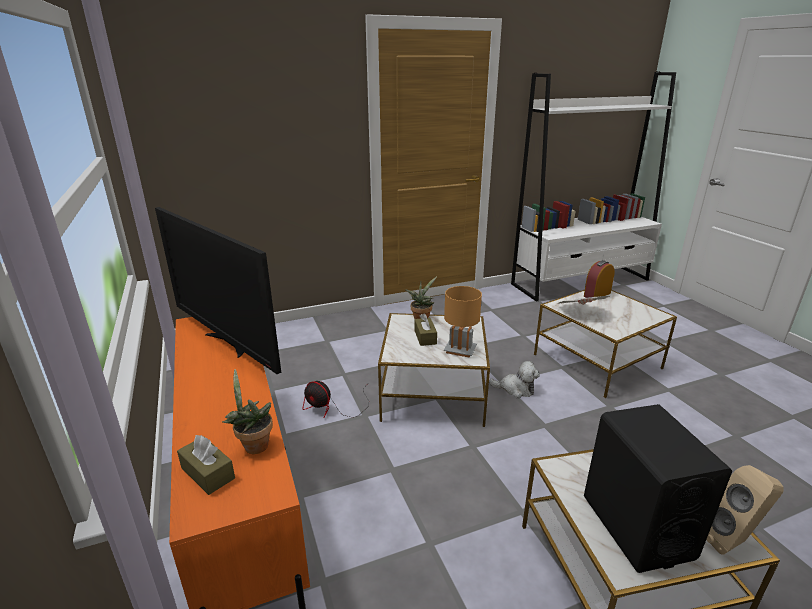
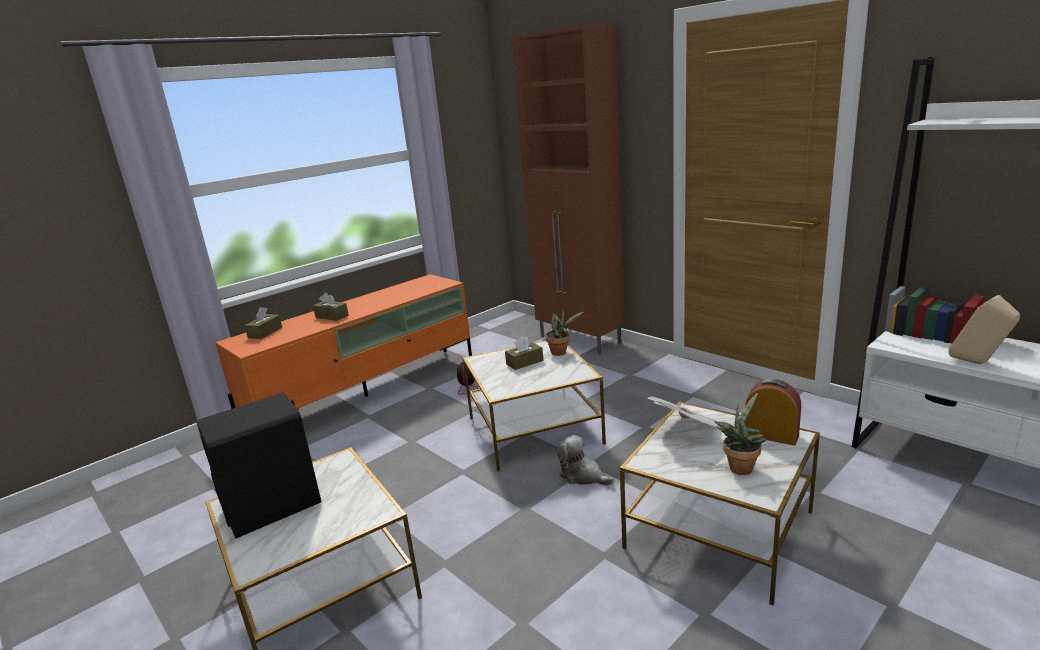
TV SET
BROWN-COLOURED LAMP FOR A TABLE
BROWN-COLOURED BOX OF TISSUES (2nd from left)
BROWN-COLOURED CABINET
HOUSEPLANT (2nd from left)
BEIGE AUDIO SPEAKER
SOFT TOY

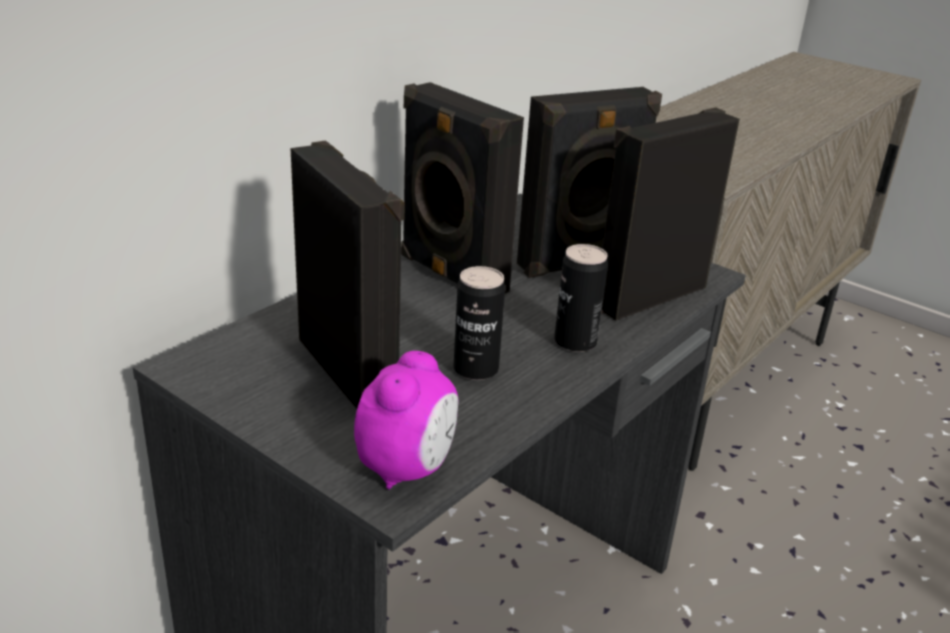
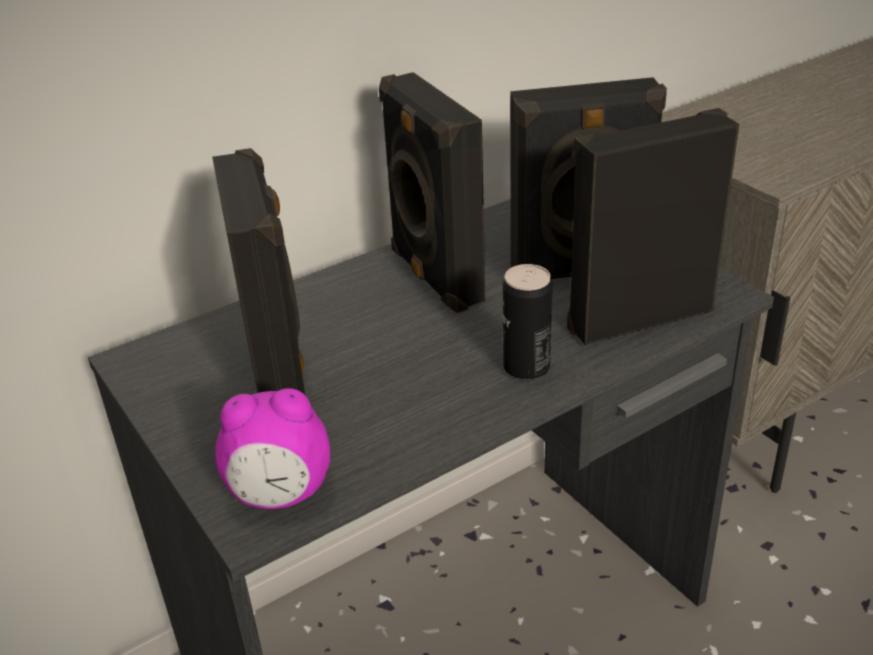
METAL CAN (1st from left in the first image)
BEDSIDE CLOCK

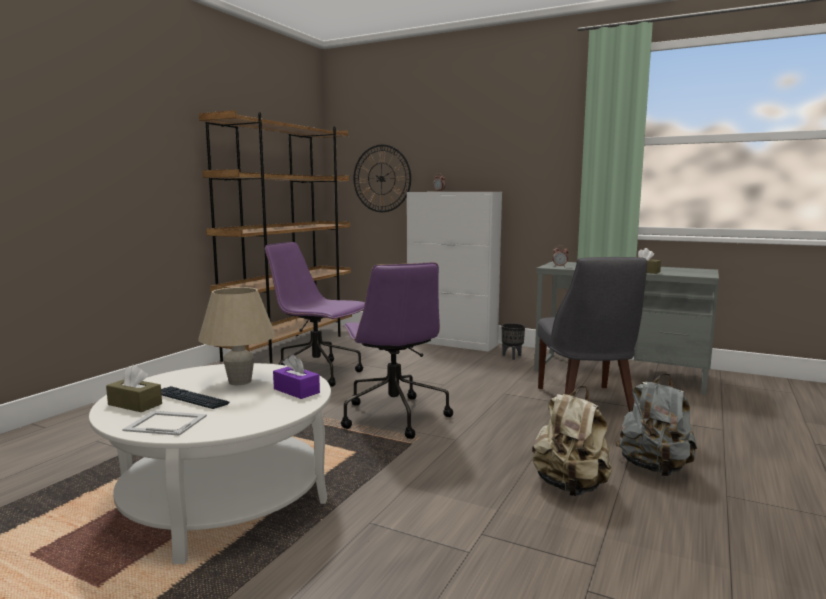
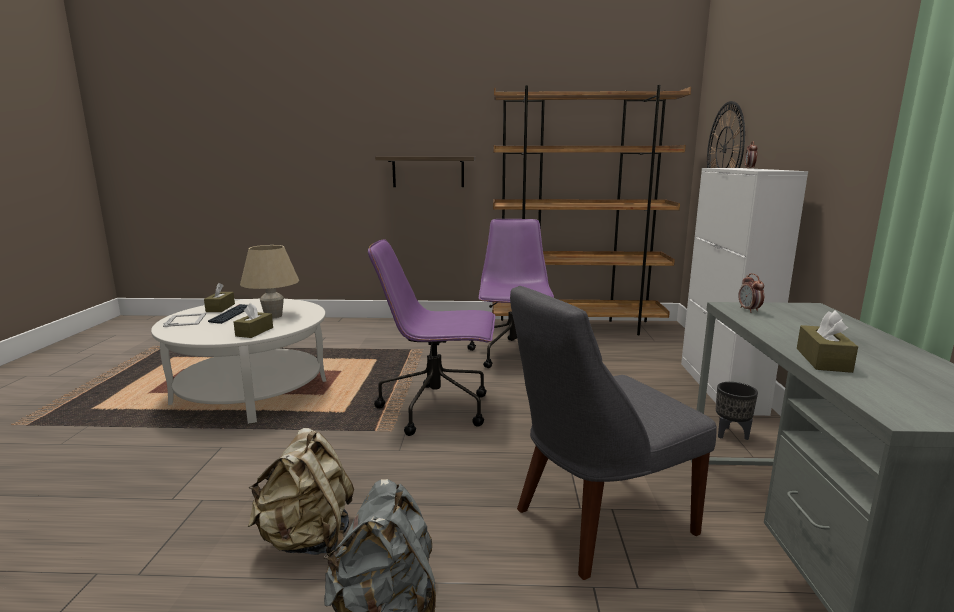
BRACKET SHELF
BROWN-COLOURED BOX OF TISSUES (2nd from left)
PURPLISH COMPUTER CHAIR (1st from left)

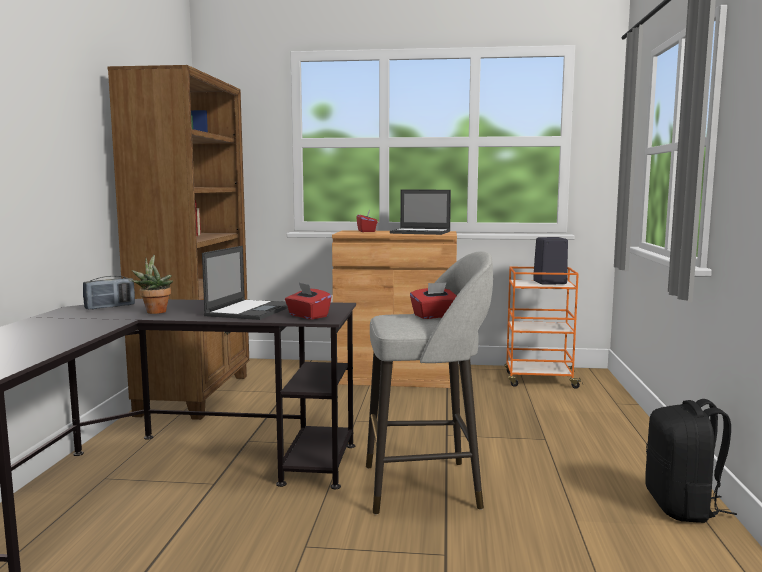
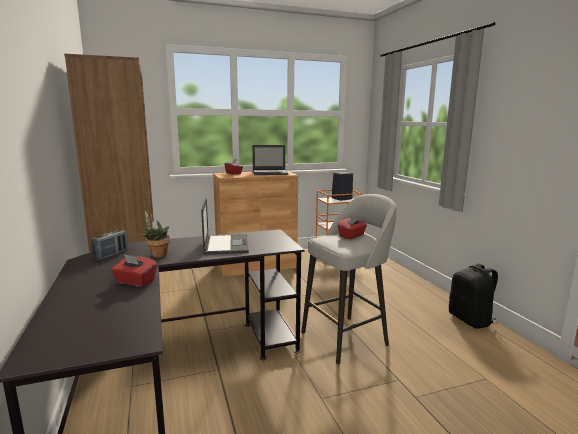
RED-COLOURED BOX OF TISSUES (1st from left)

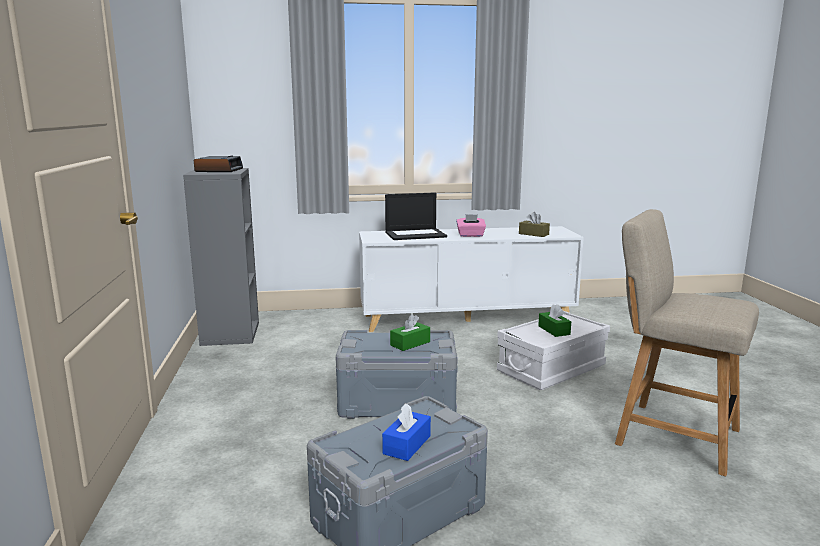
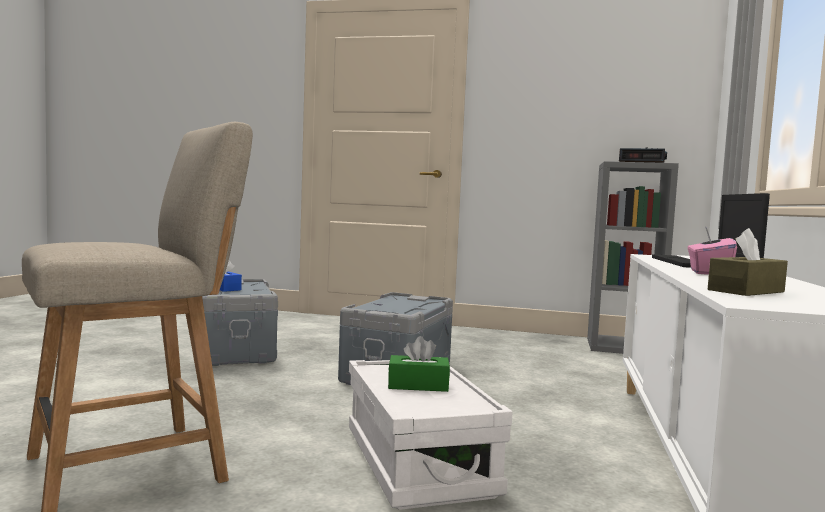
GREENISH BOX OF TISSUES (1st from left in the first image)

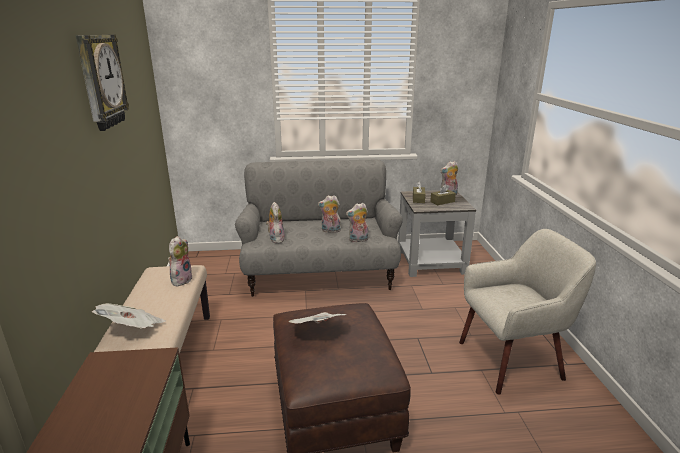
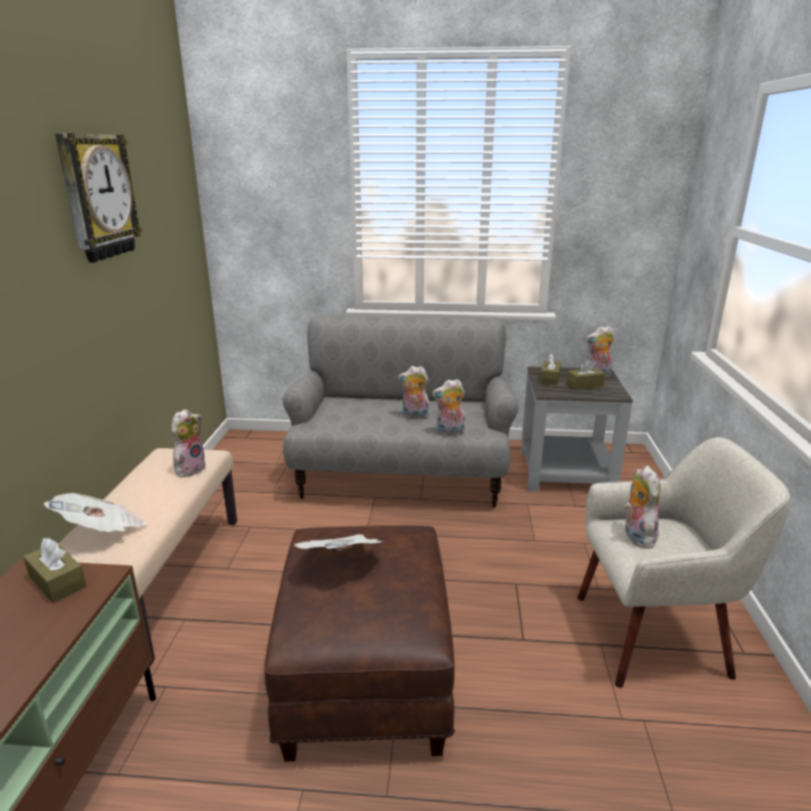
BROWN-COLOURED BOX OF TISSUES (1st from left)
SOFT TOY (5th from left)

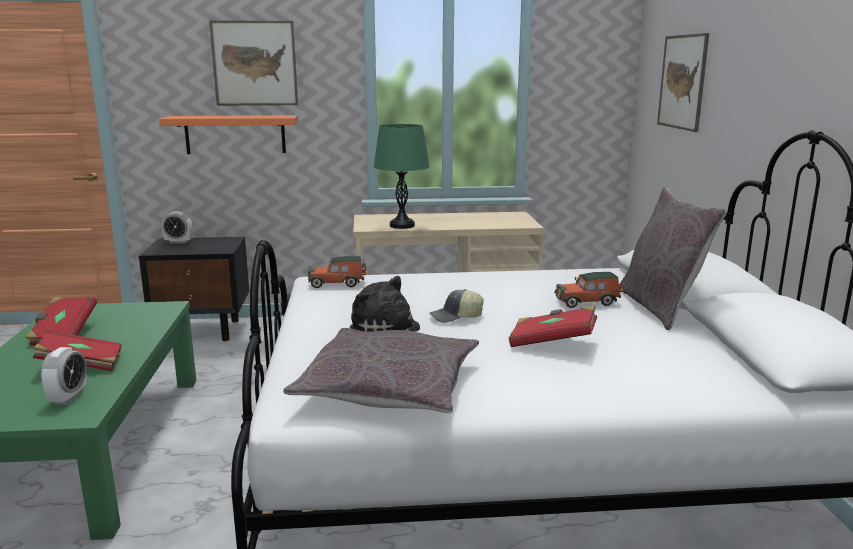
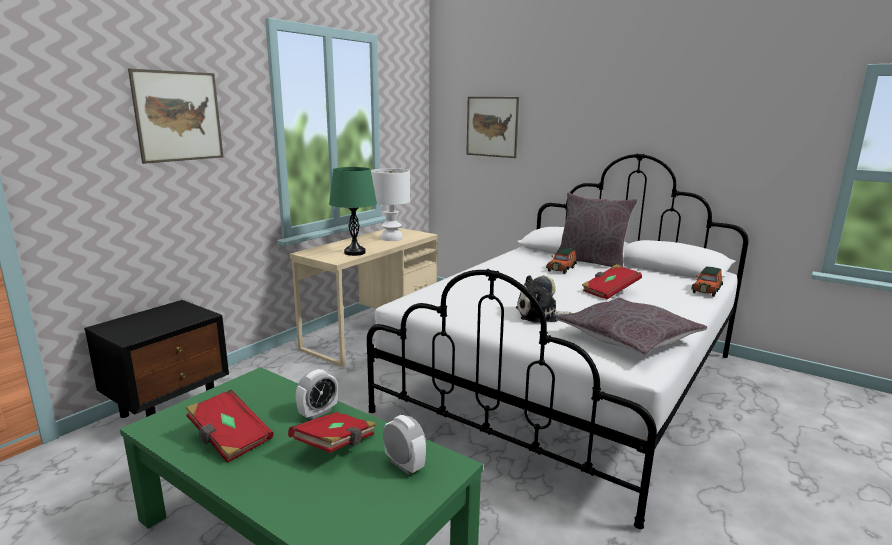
ORANGE-COLOURED BRACKET SHELF
WHITE LAMP FOR A TABLE
BEDSIDE CLOCK (1st from left)
TOY CAR (2nd from left)

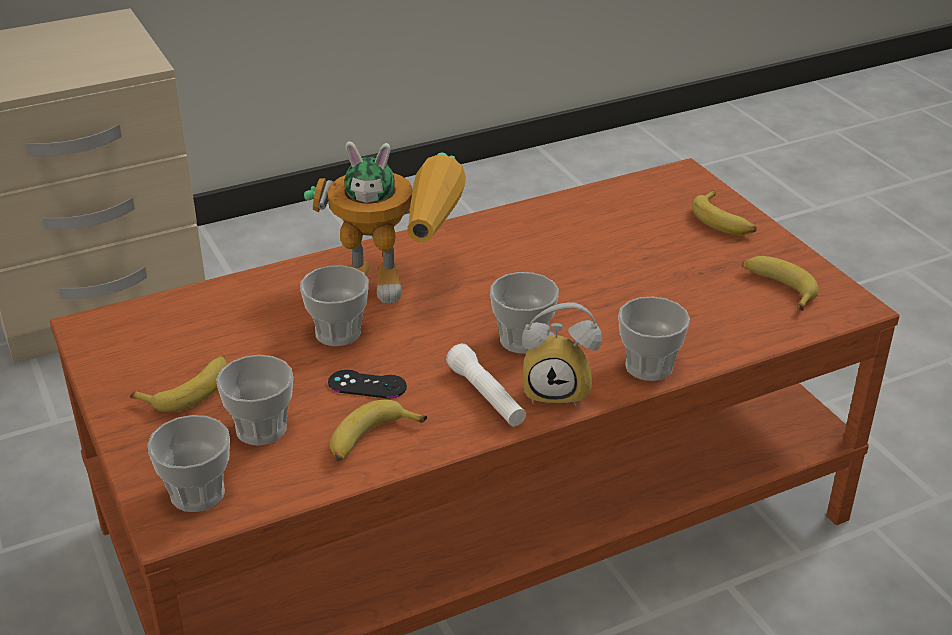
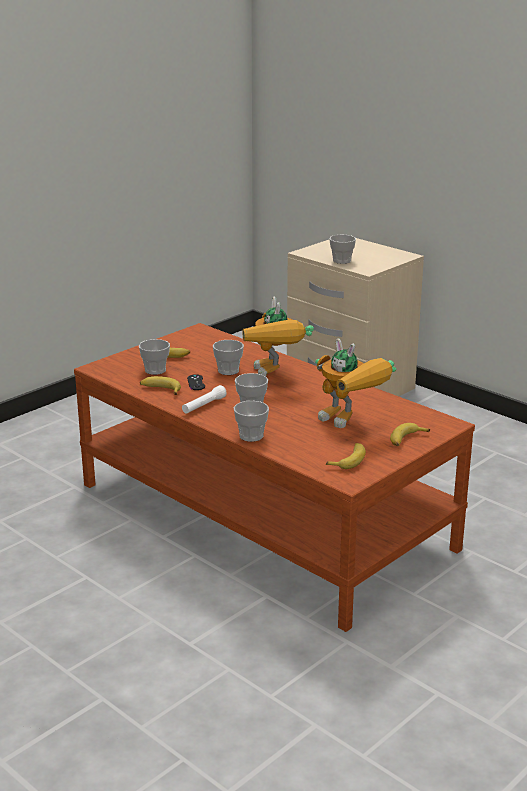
BEDSIDE CLOCK
TOY ROBOT (2nd from left)
CUP (5th from left)

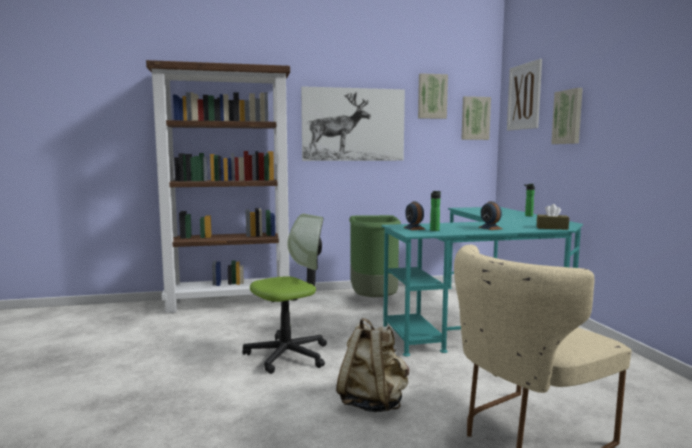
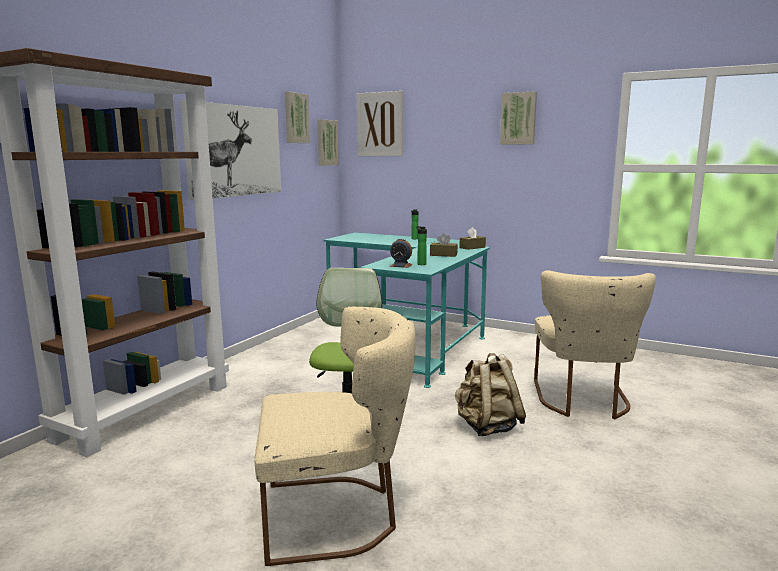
GREENISH RUBBISH BIN
BEIGE UPRIGHT CHAIR (1st from left)
WALL PICTURE (5th from left)
BROWN-COLOURED BOX OF TISSUES (1st from left)

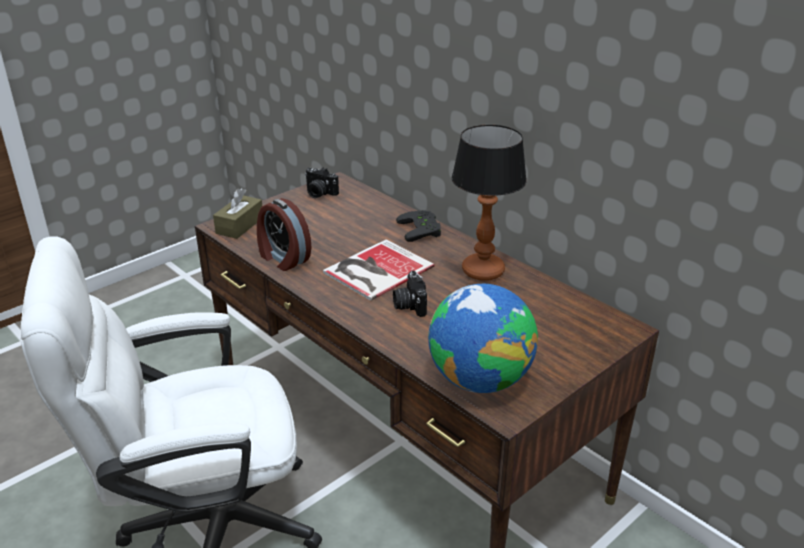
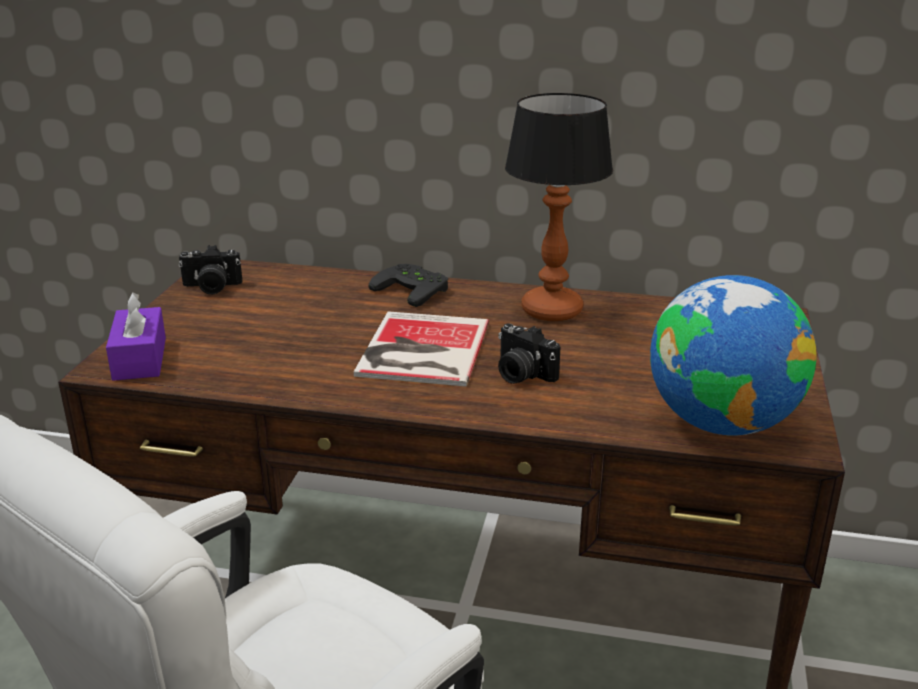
BEDSIDE CLOCK
PURPLISH BOX OF TISSUES

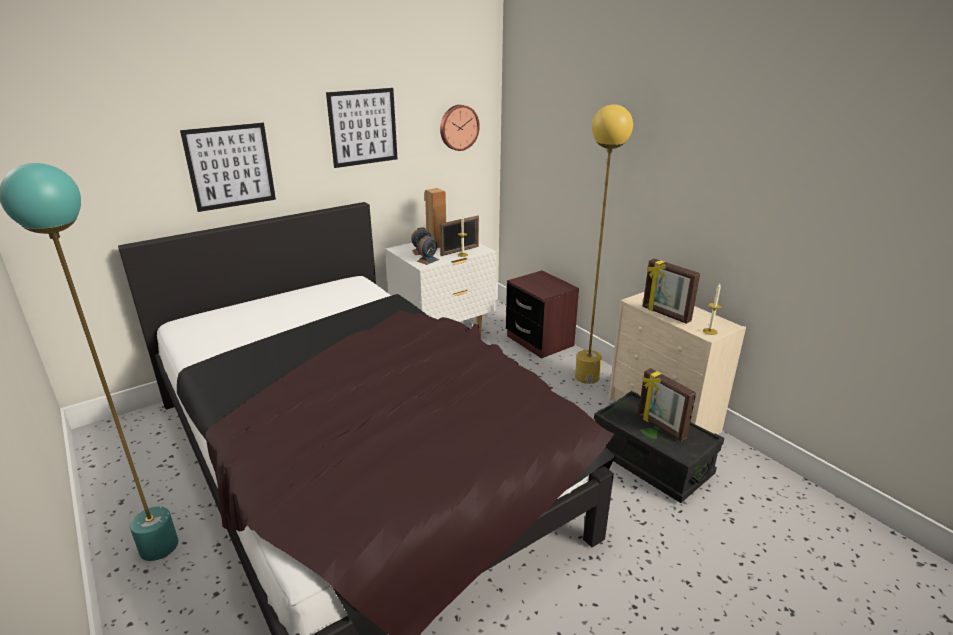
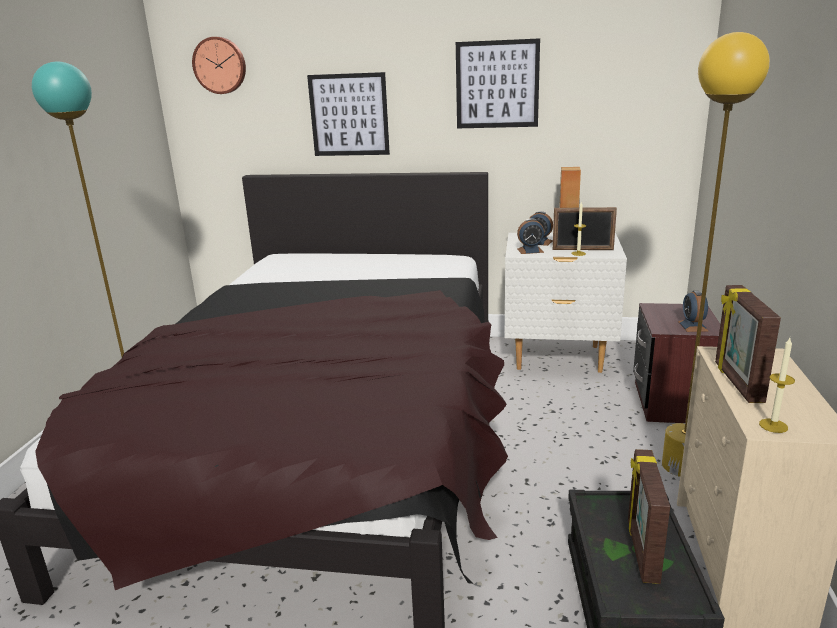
BEDSIDE CLOCK (3rd from left)
CLOCK ON THE WALL

